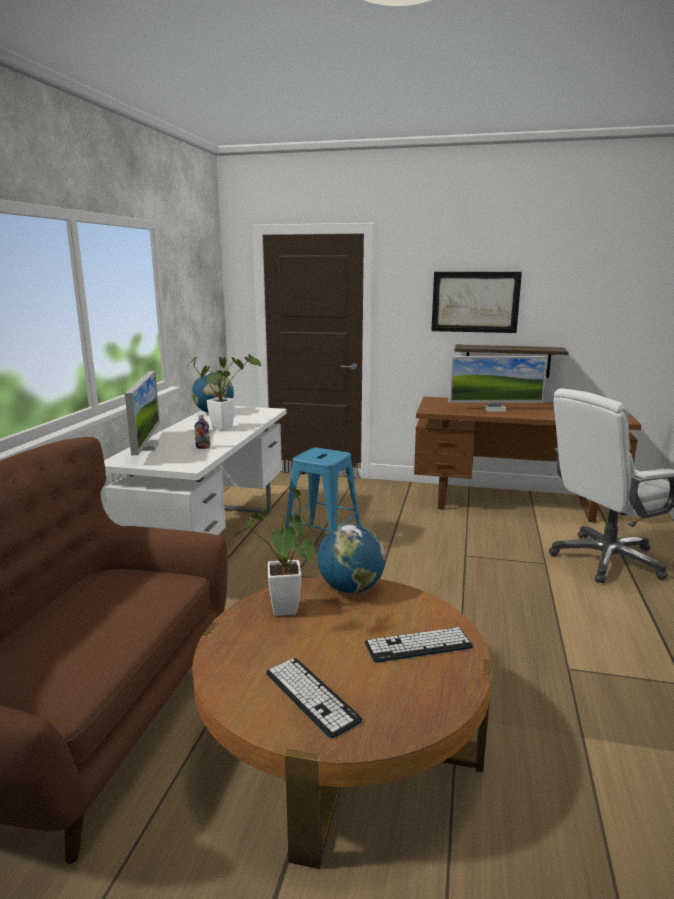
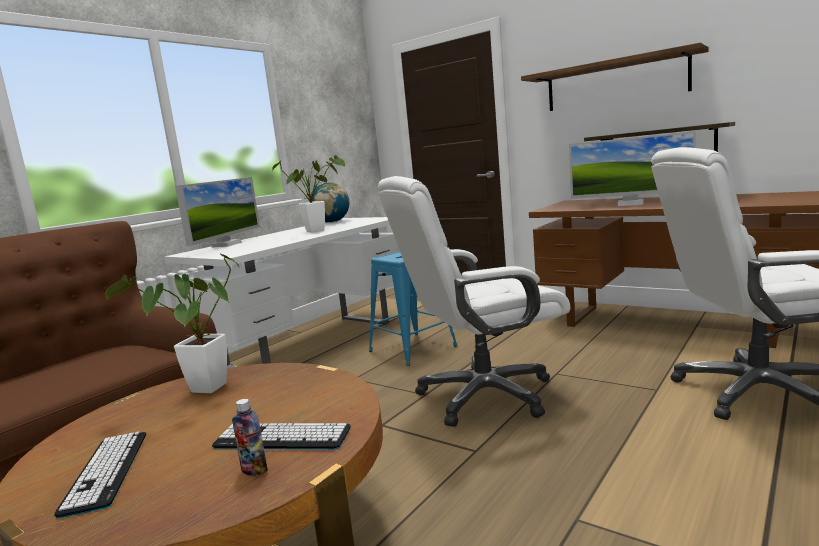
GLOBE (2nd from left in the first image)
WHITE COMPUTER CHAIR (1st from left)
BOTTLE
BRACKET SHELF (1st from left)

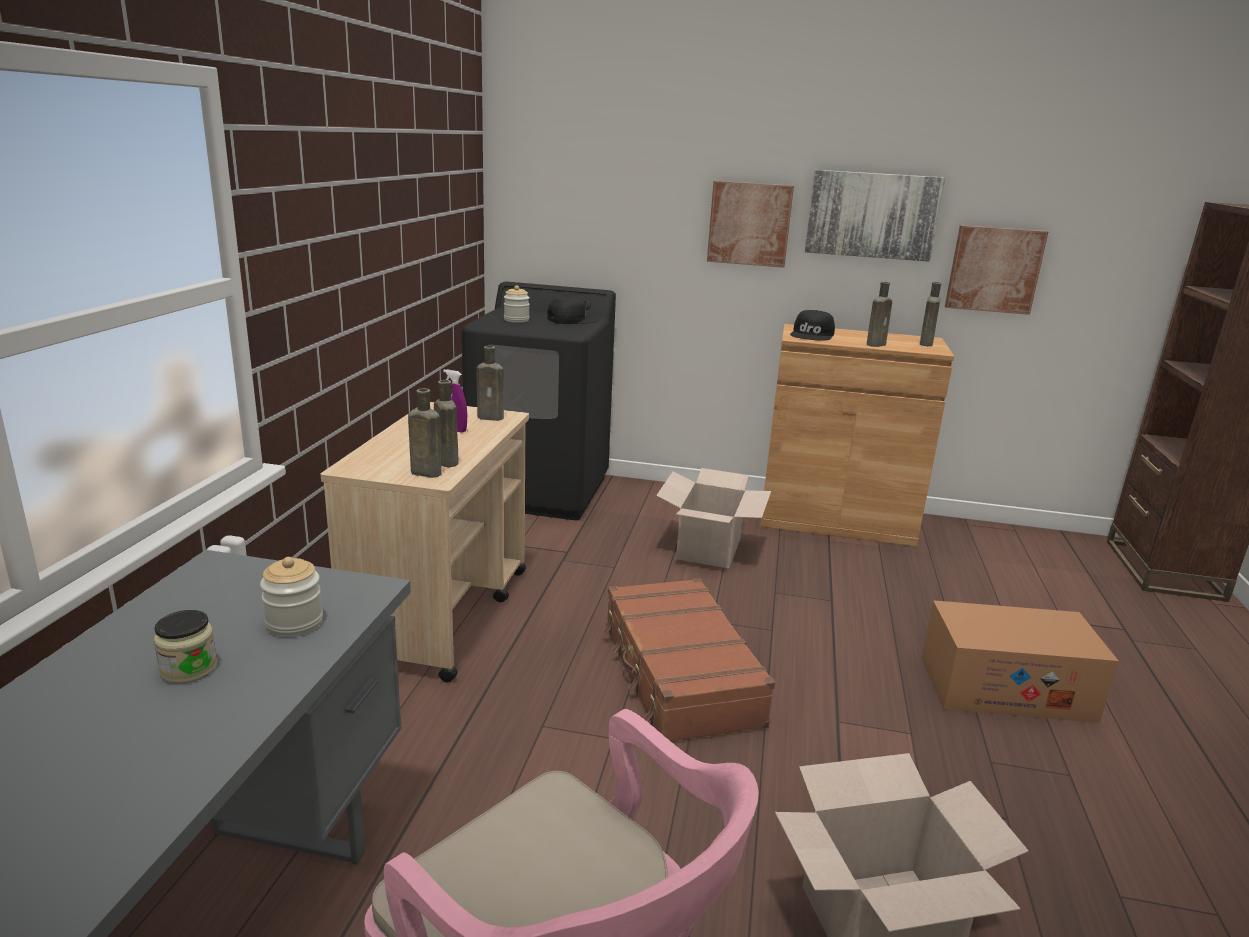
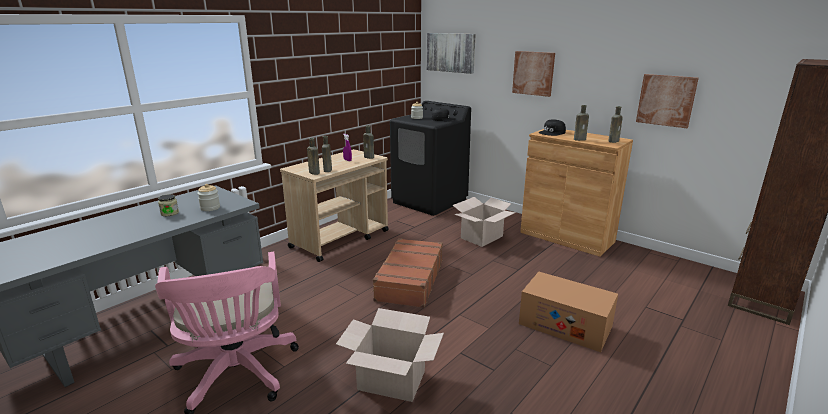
WALL PICTURE (1st from left)

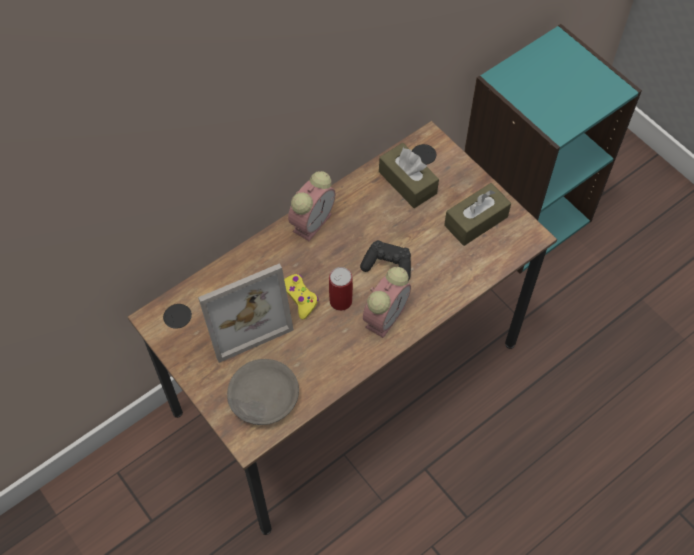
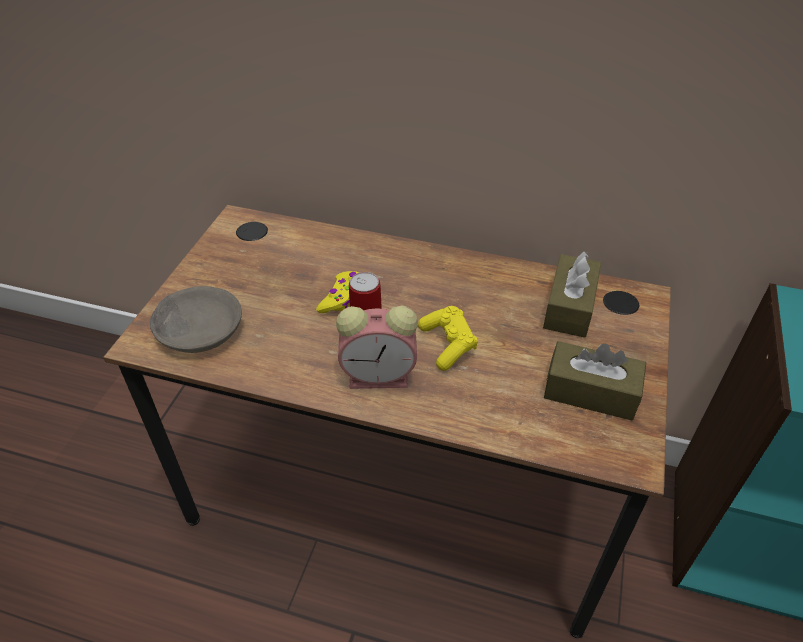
STANDING FRAME
BEDSIDE CLOCK (1st from left in the first image)
YELLOW GAMEPAD (2nd from left)

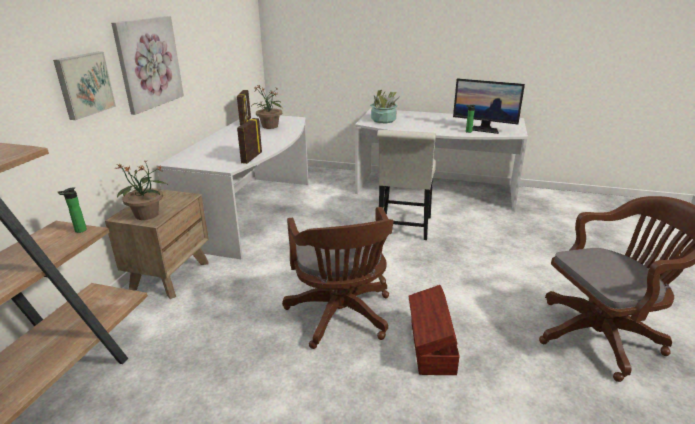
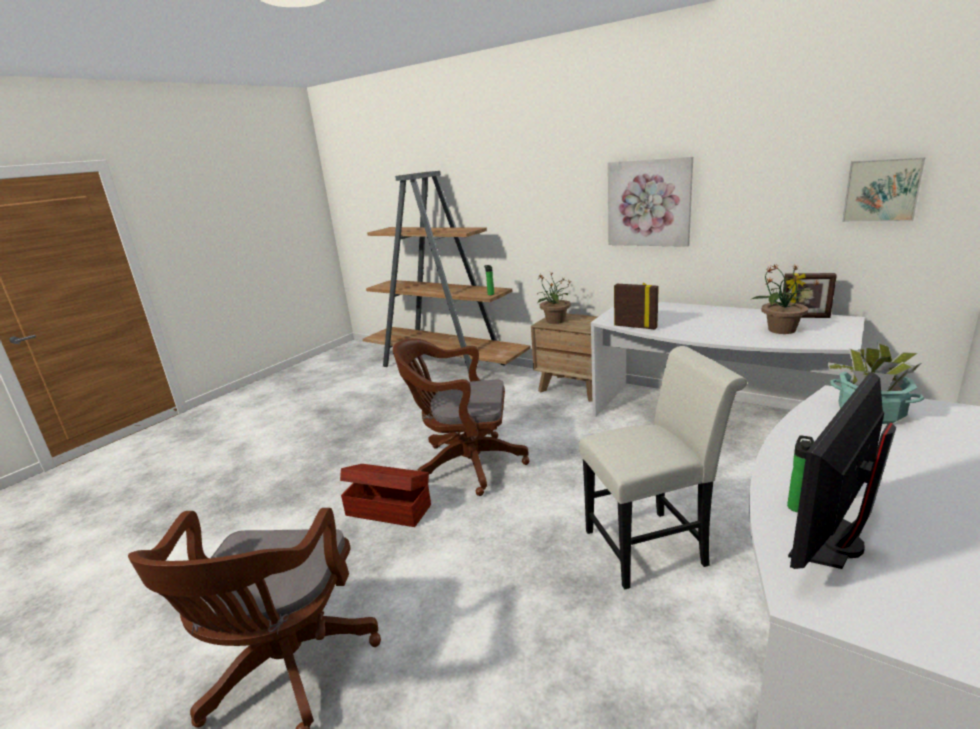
WALL PICTURE (2nd from left)
WHITE UPRIGHT CHAIR

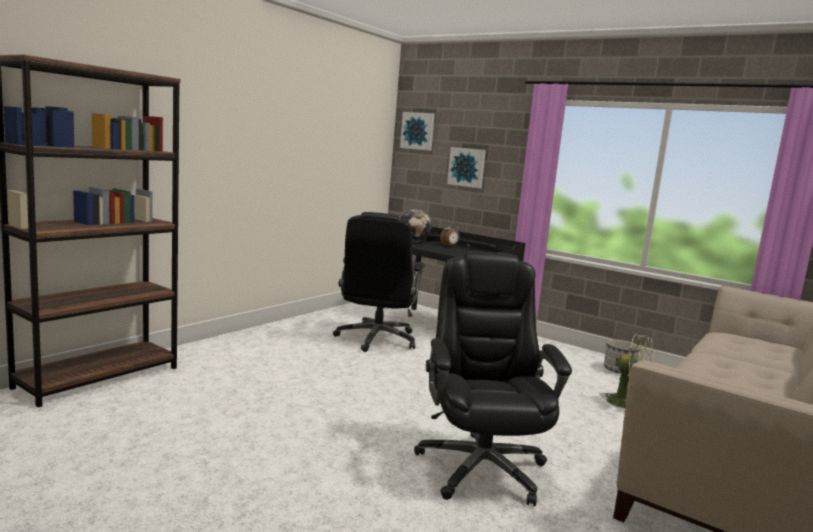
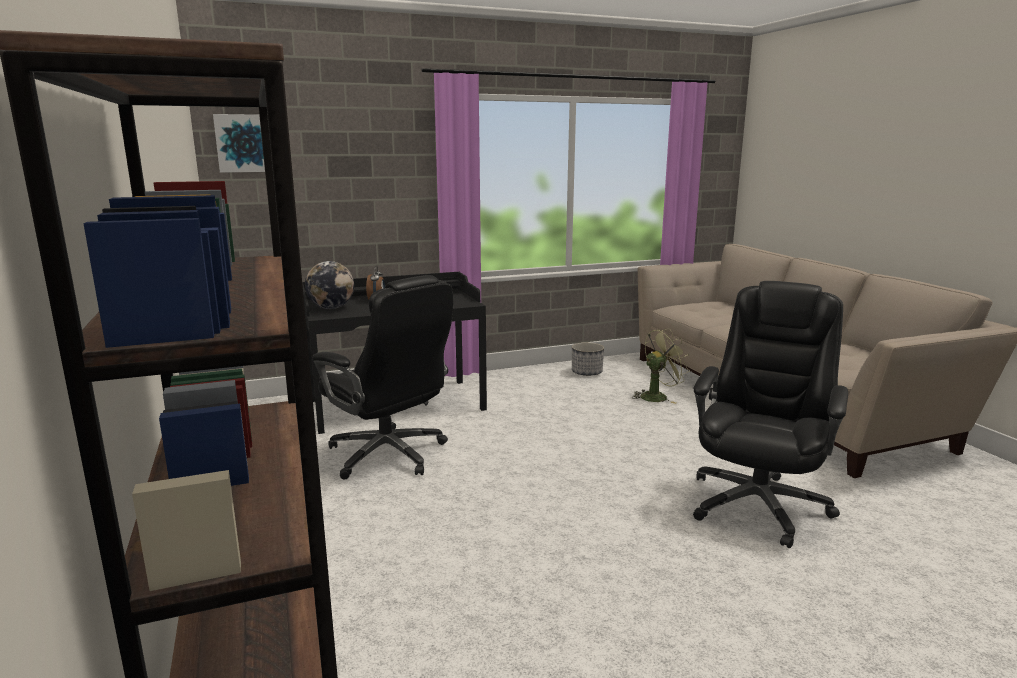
WALL PICTURE (2nd from left in the first image)
BLACK COMPUTER CHAIR (2nd from left)

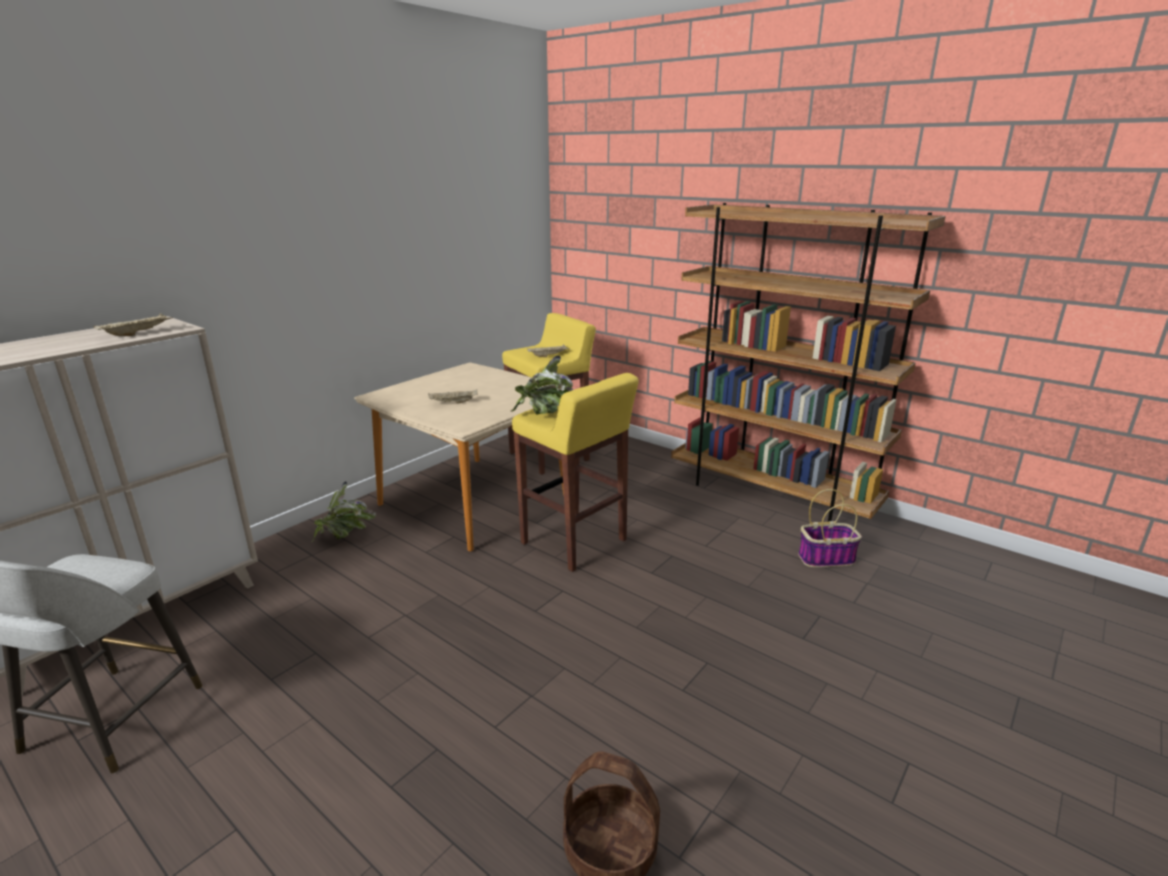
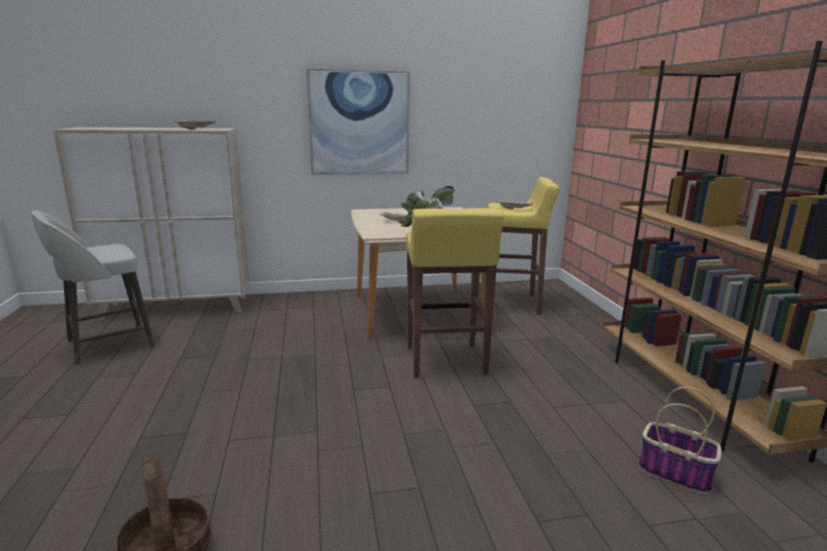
HOUSEPLANT (1st from left in the first image)
WALL PICTURE

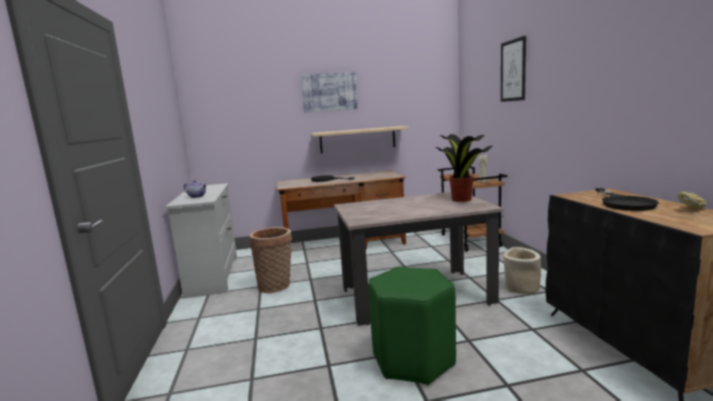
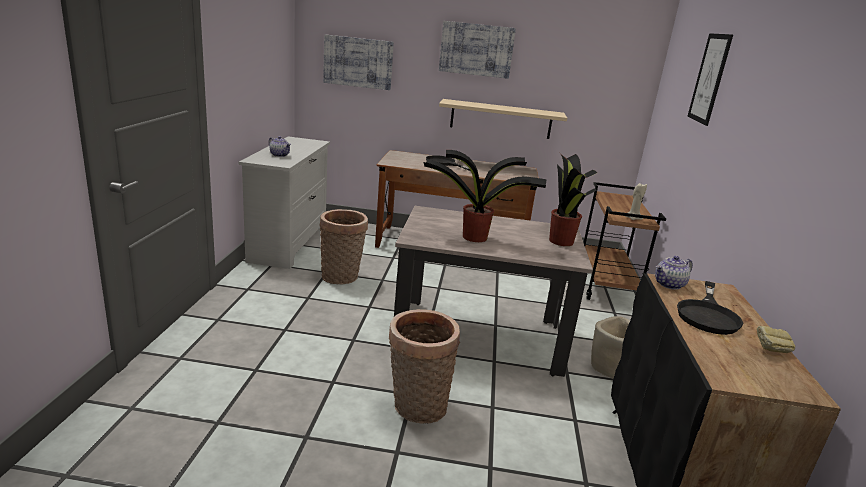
WALL PICTURE (1st from left)
HOUSEPLANT (1st from left)
TEA POT (2nd from left)
BASKET (2nd from left)

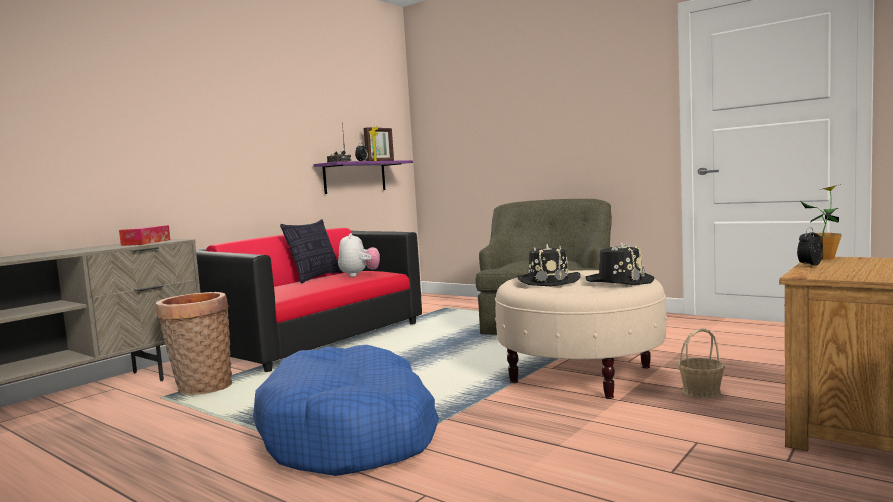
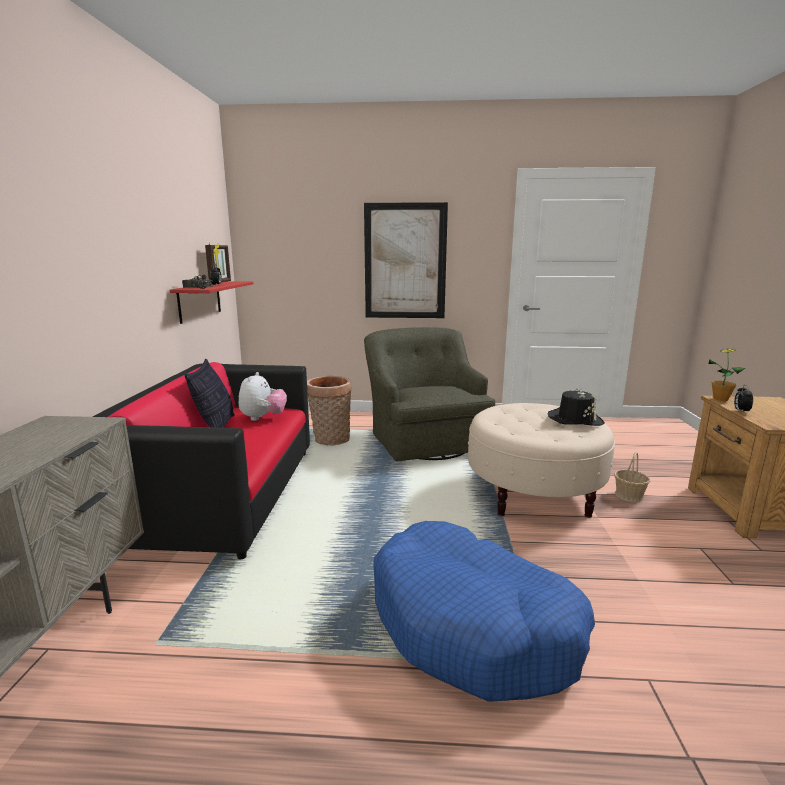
BOX OF TISSUES
BLACK WEARABLE HAT (1st from left in the first image)
WALL PICTURE
BASKET (1st from left)
RED-COLOURED BRACKET SHELF
SOFT TOY

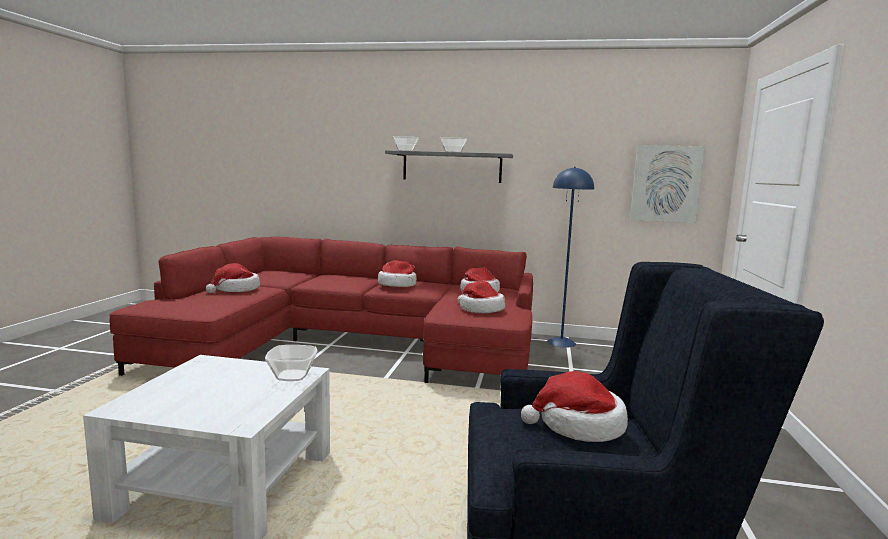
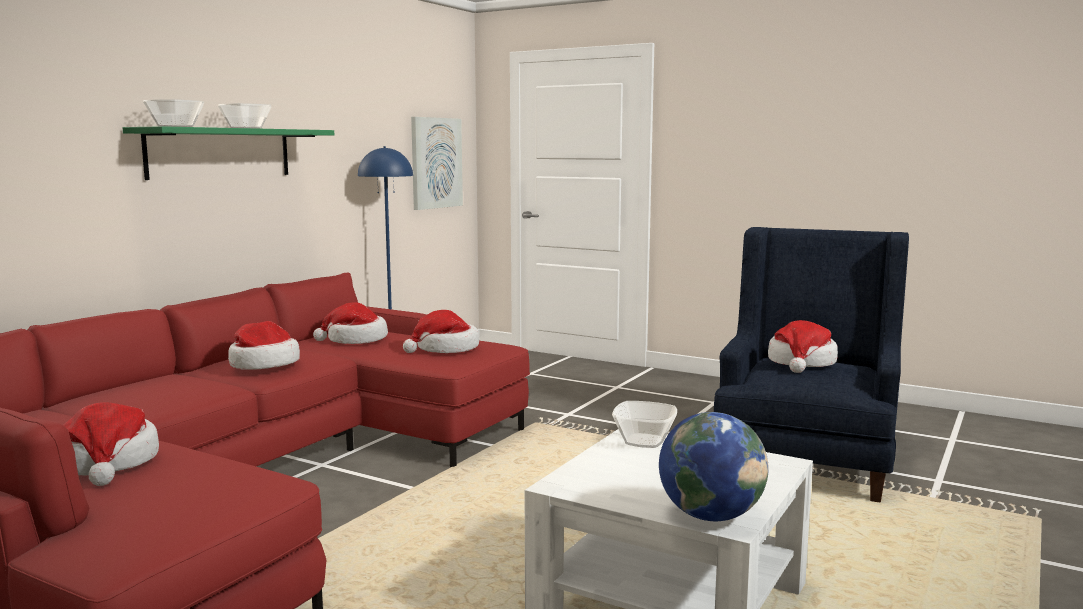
GLOBE
GREENISH BRACKET SHELF

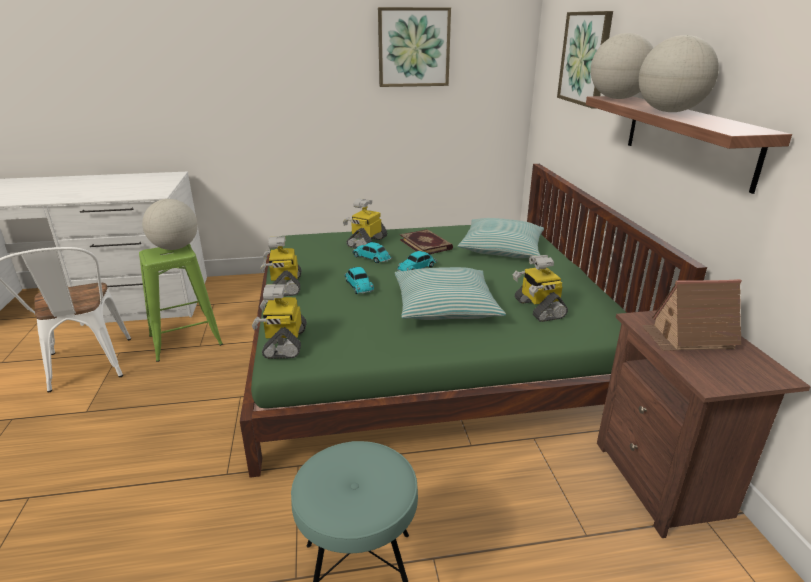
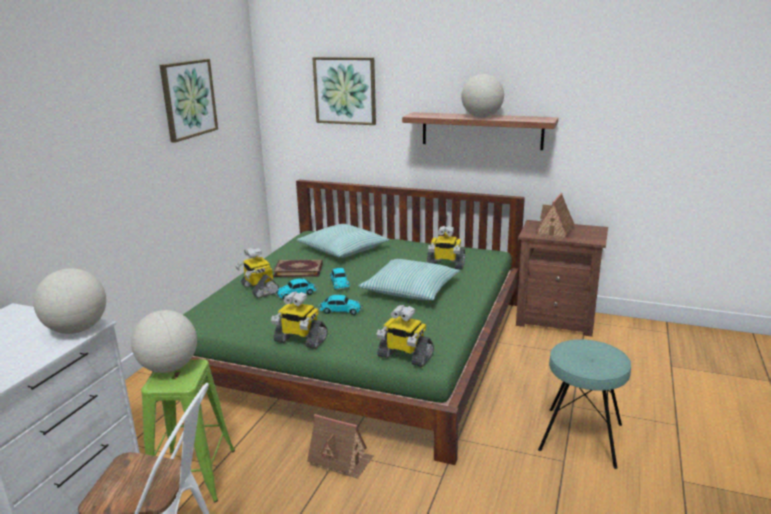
MINIATURE HOUSE (1st from left)
GLOBE (1st from left)

